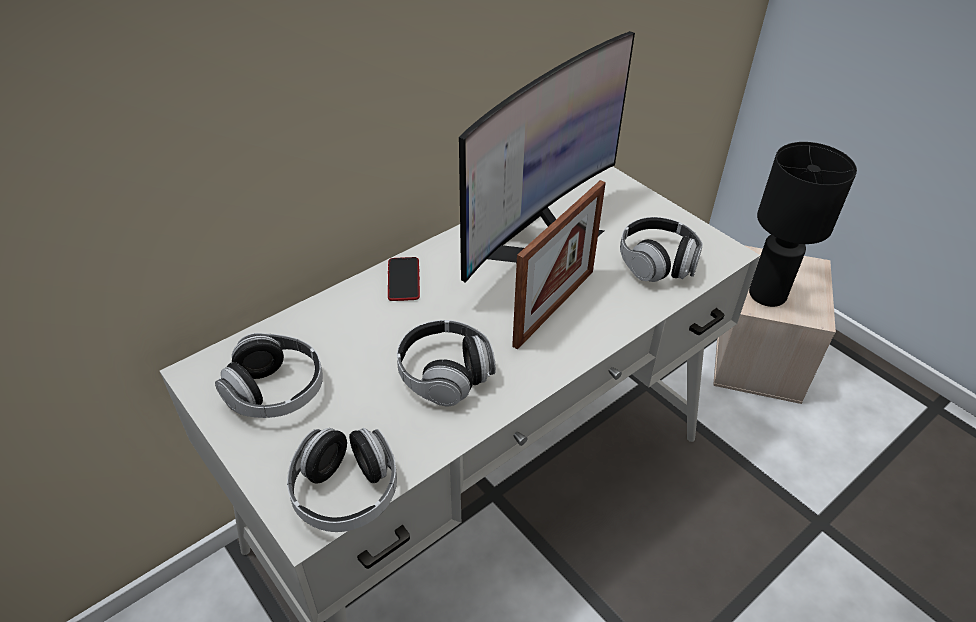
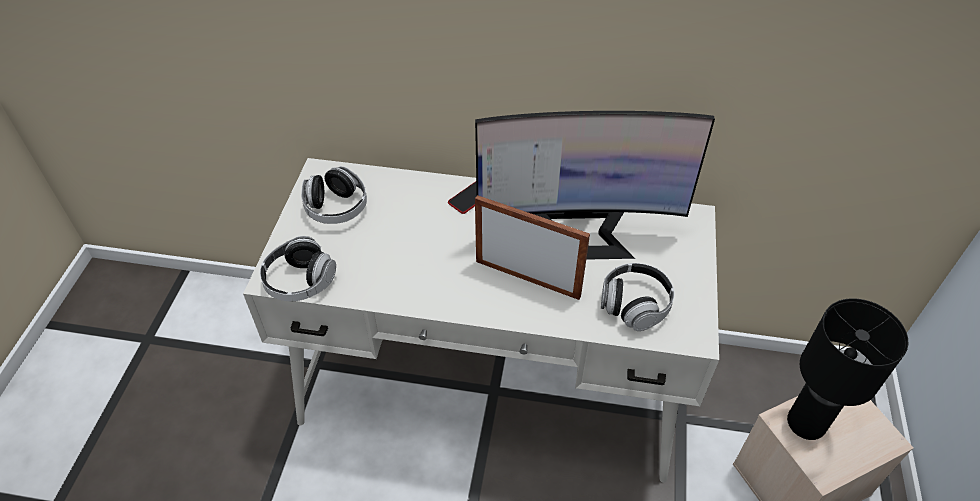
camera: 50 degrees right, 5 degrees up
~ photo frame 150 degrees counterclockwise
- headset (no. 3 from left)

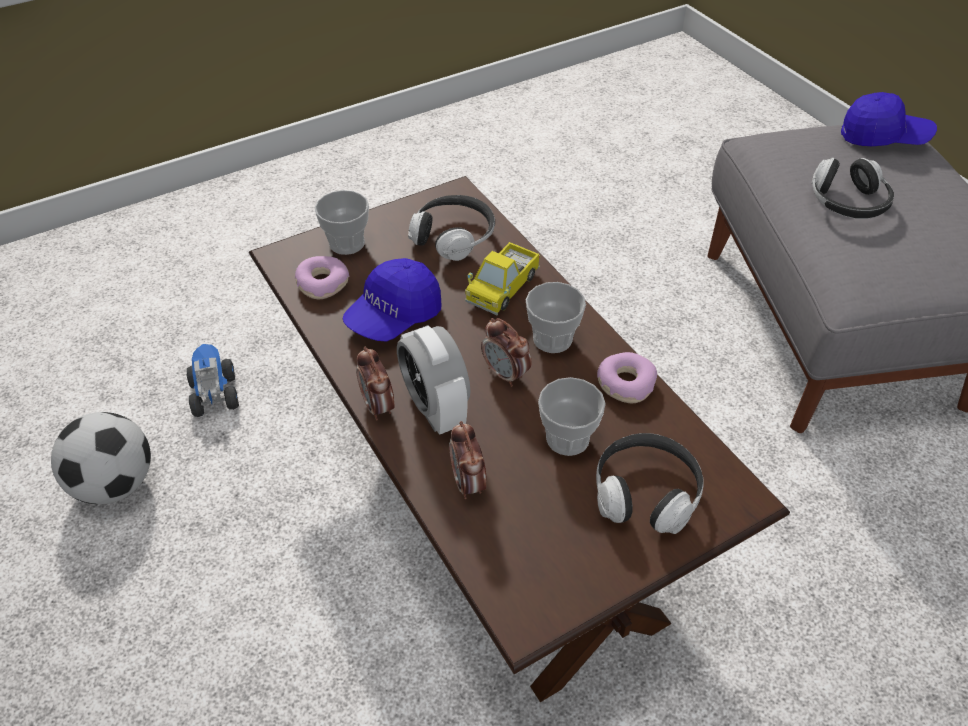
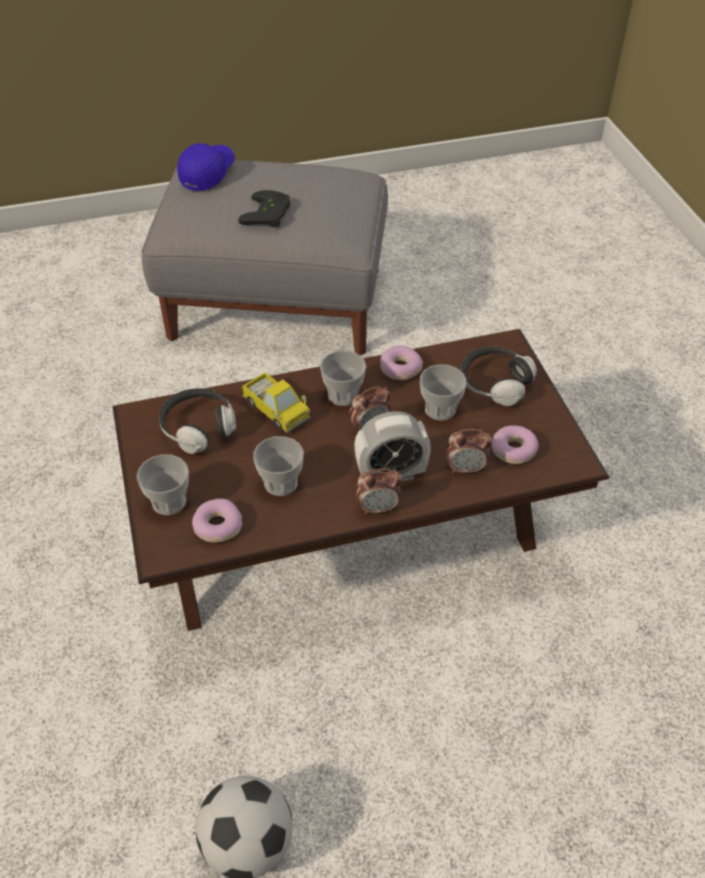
camera: 75 degrees left, 0 degrees up
~ headset (no. 3 from left) to blackish joypad
~ bluish baseball cap (no. 1 from left) to small cup (no. 2 from left)
+ doughnut (no. 3 from left)
- toy truck (no. 1 from left)

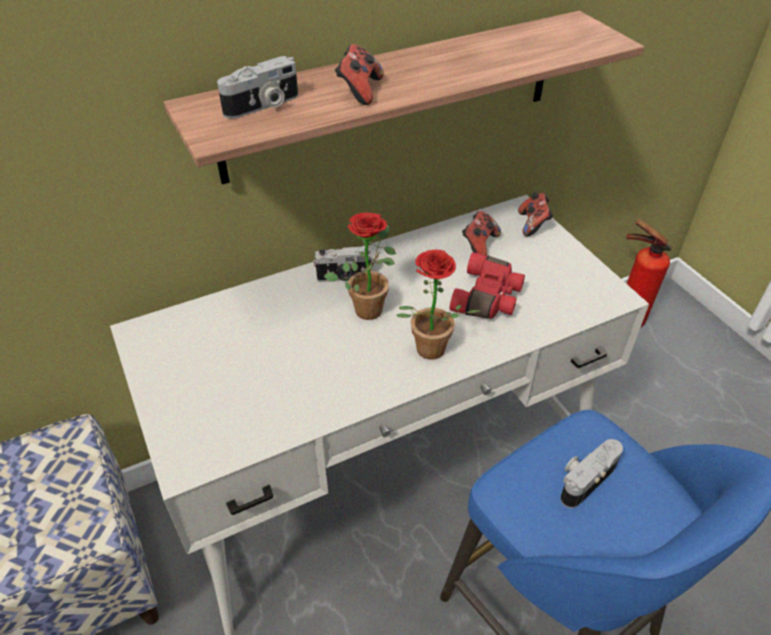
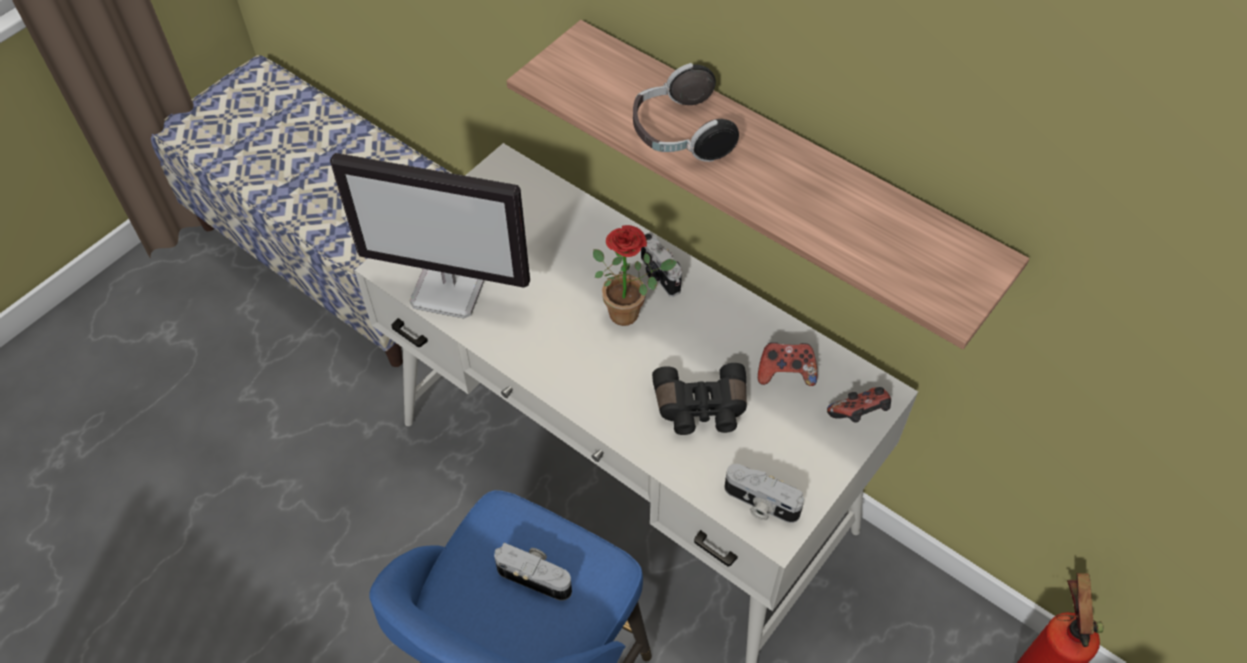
camera: 65 degrees right, 10 degrees up
+ computer screen
~ joypad (no. 1 from left) to headset
~ red-coloured field glasses to blackish field glasses
~ still camera (no. 1 from left in the first image) to still camera (no. 3 from left)
- houseplant (no. 2 from left)

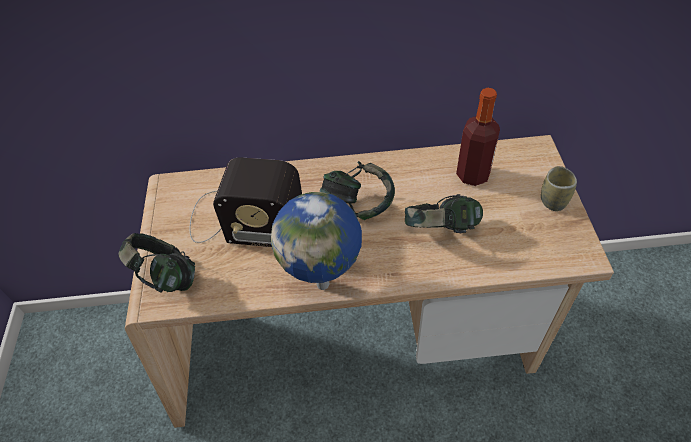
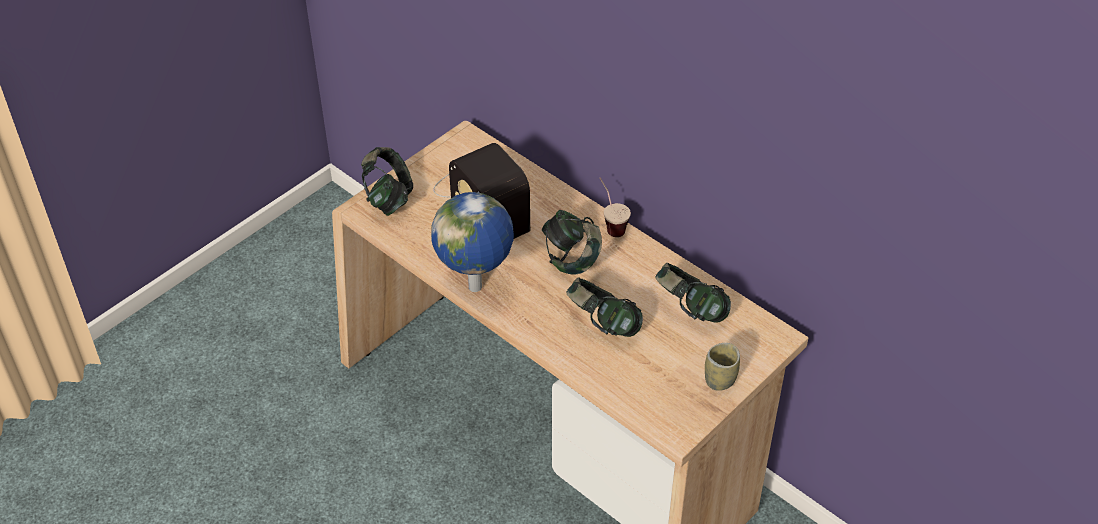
camera: 45 degrees right, 5 degrees down
+ small cup (no. 1 from left)
~ bottle to headset (no. 4 from left)

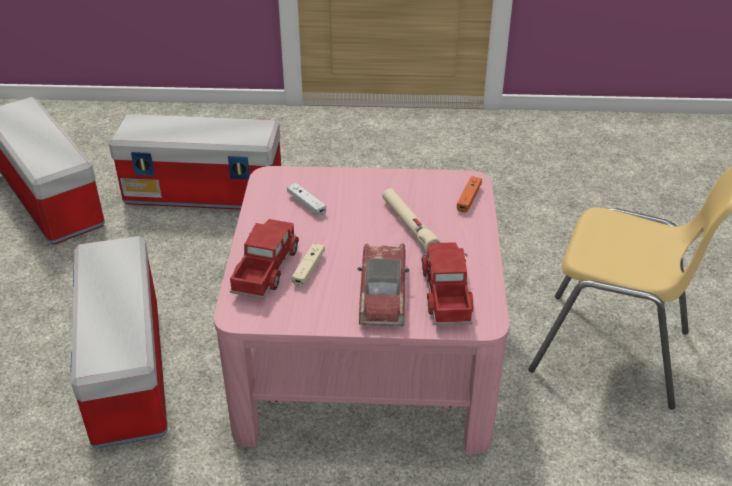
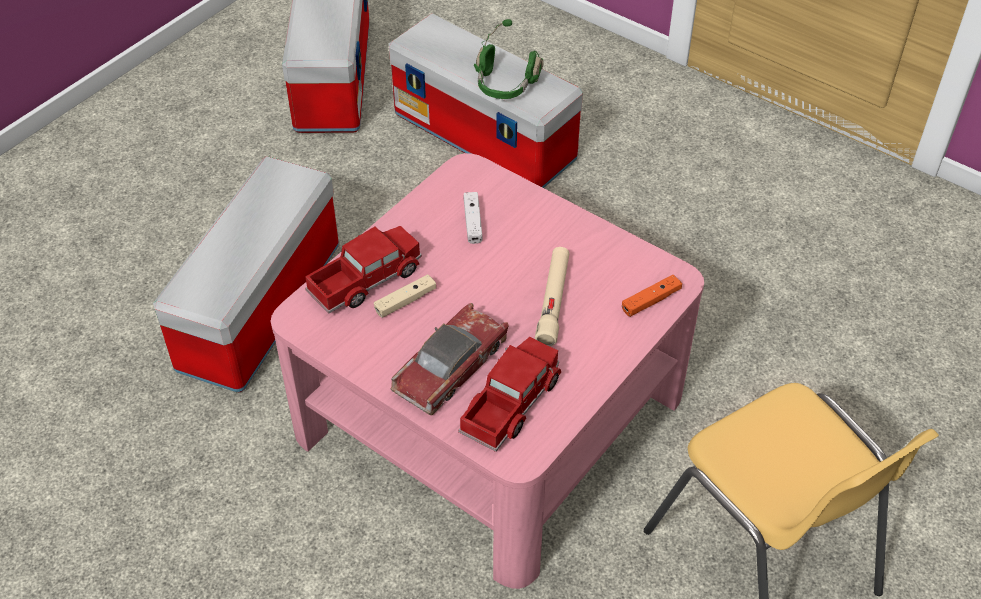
camera: 35 degrees right, 10 degrees up
+ green-coloured headset

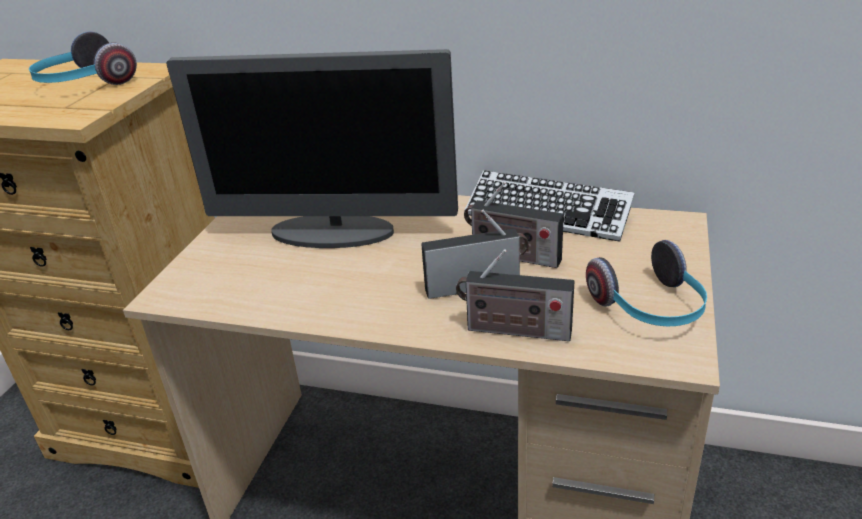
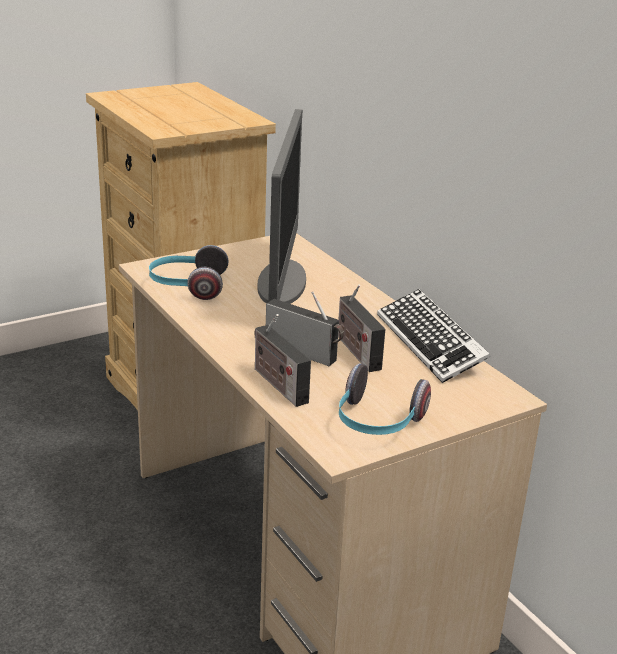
camera: 40 degrees right, 5 degrees down
~ headset (no. 1 from left)
~ computer screen 135 degrees counterclockwise

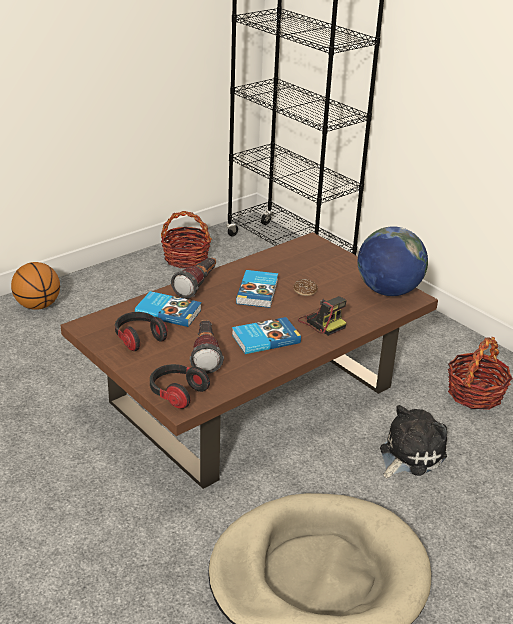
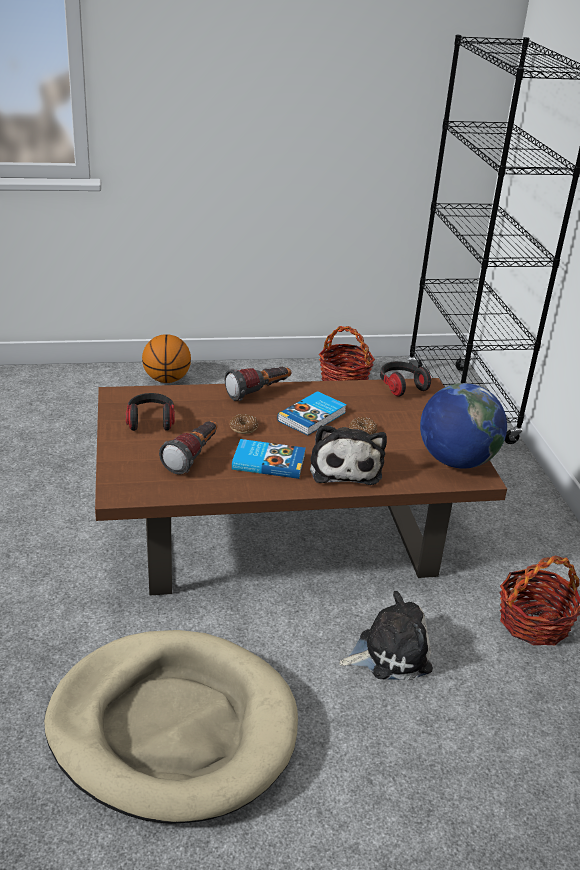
camera: 30 degrees right, 0 degrees up
+ doughnut (no. 1 from left)
~ still camera to plush toy (no. 1 from left)
~ headset (no. 2 from left)
- book (no. 1 from left)

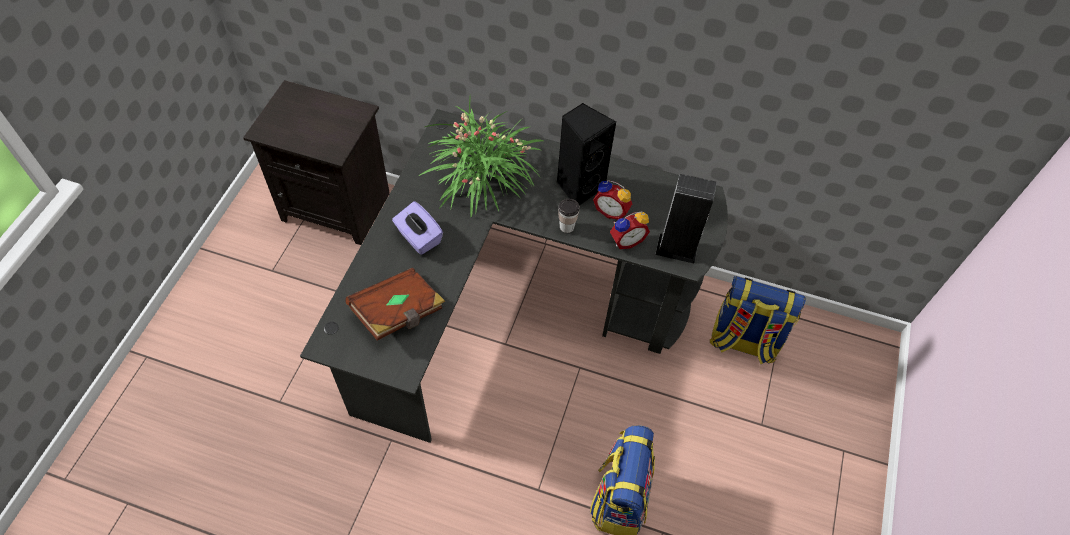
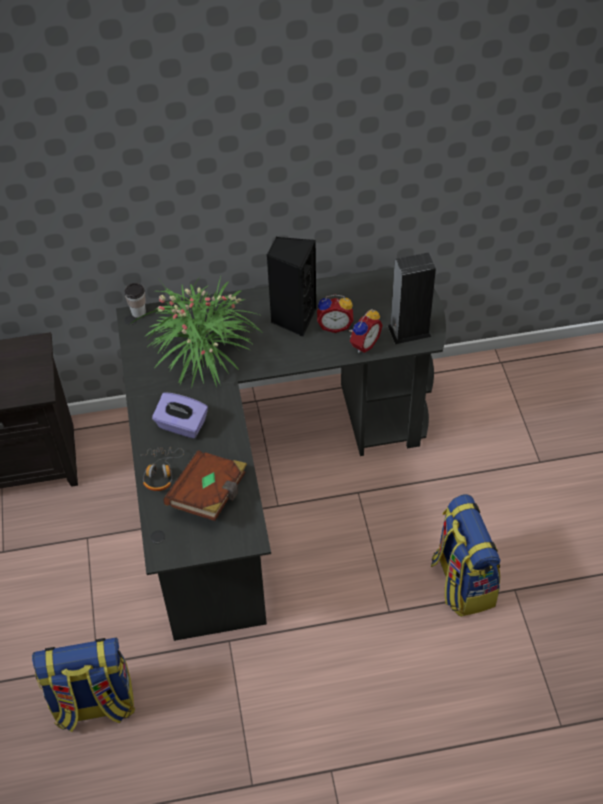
camera: 25 degrees left, 5 degrees down
~ rucksack (no. 2 from left in the first image) to rucksack (no. 1 from left)
~ small cup
+ headset

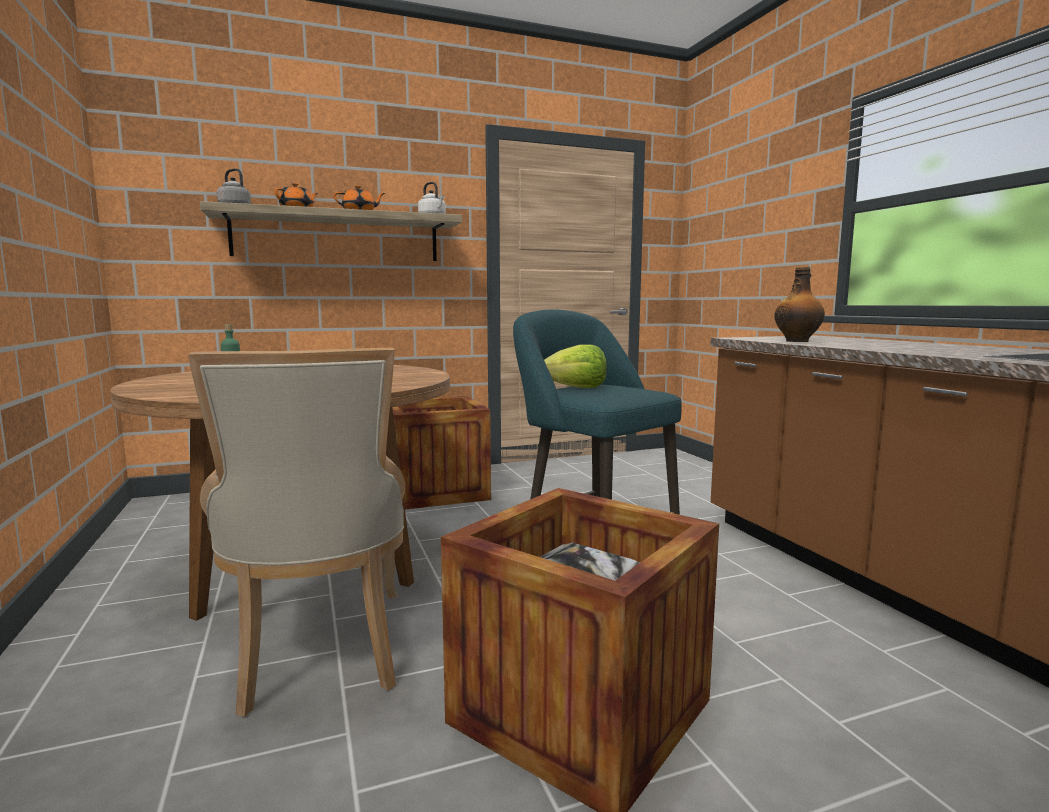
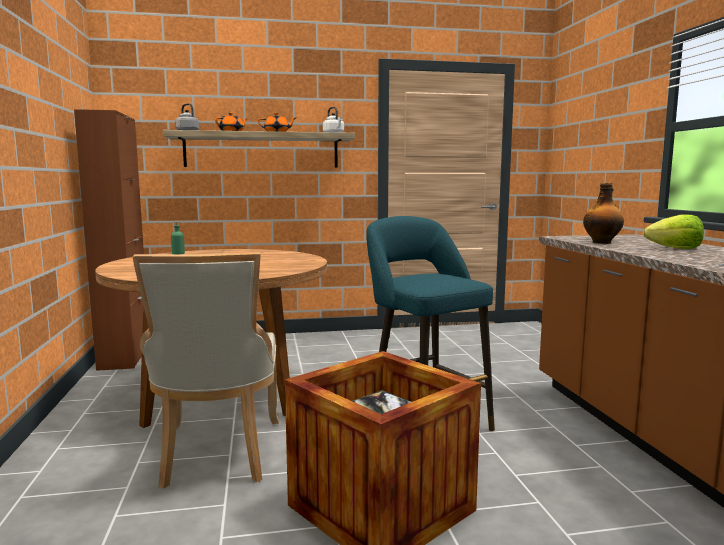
camera: 10 degrees right, 0 degrees up
+ brown cabinet
~ lettuce head
- shipping crate (no. 1 from left)

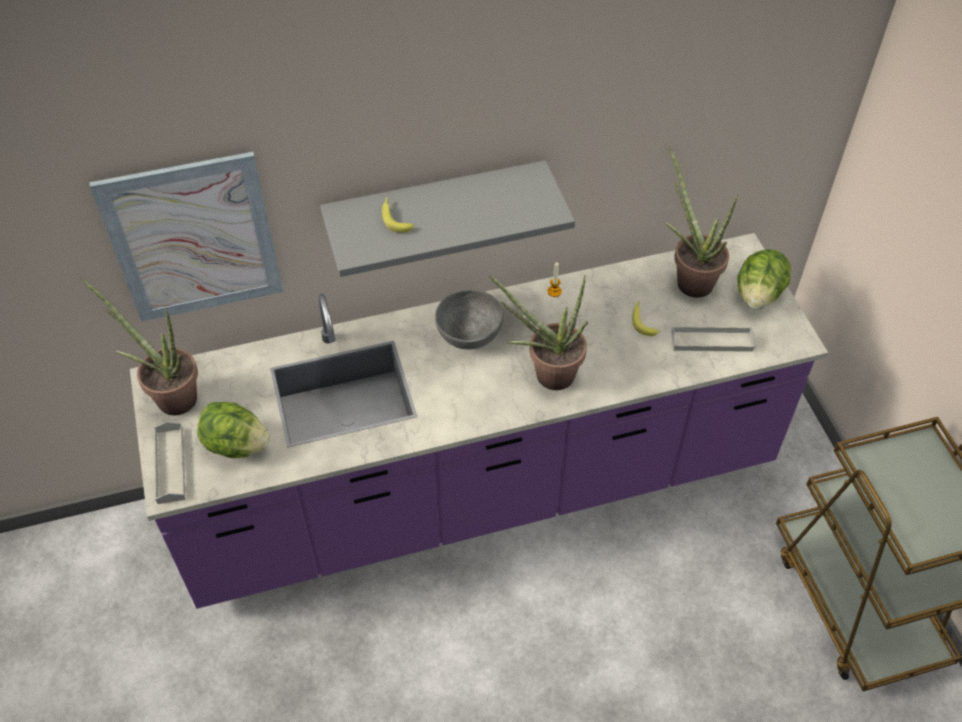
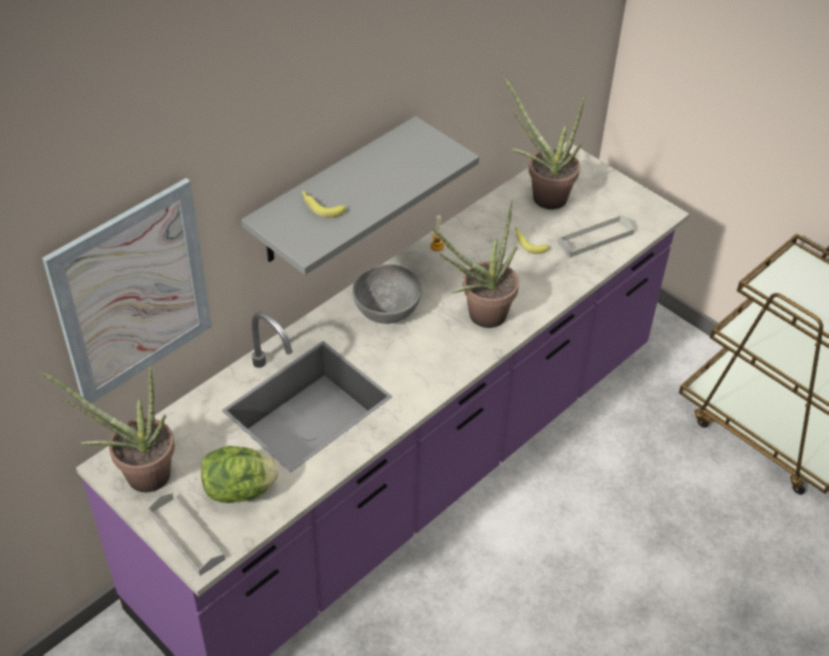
camera: 30 degrees left, 5 degrees down
- lettuce head (no. 2 from left)

